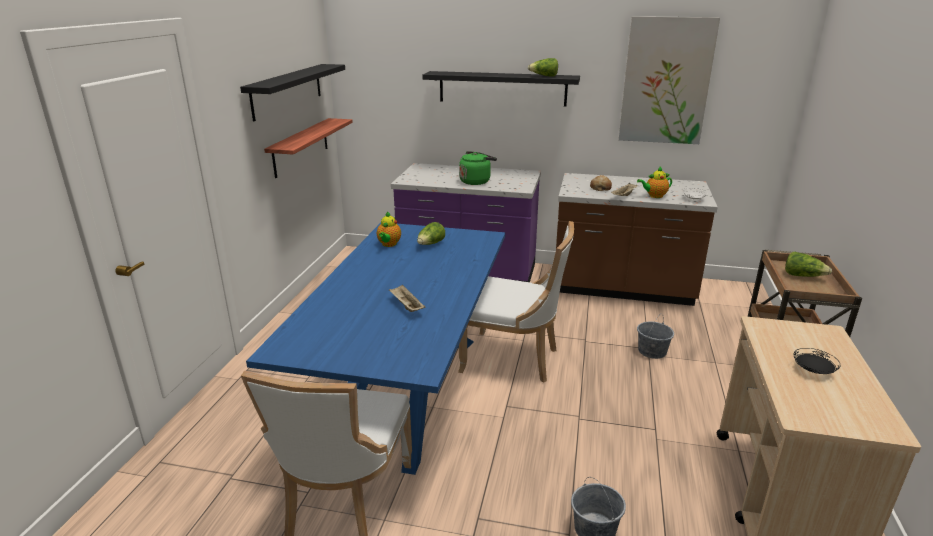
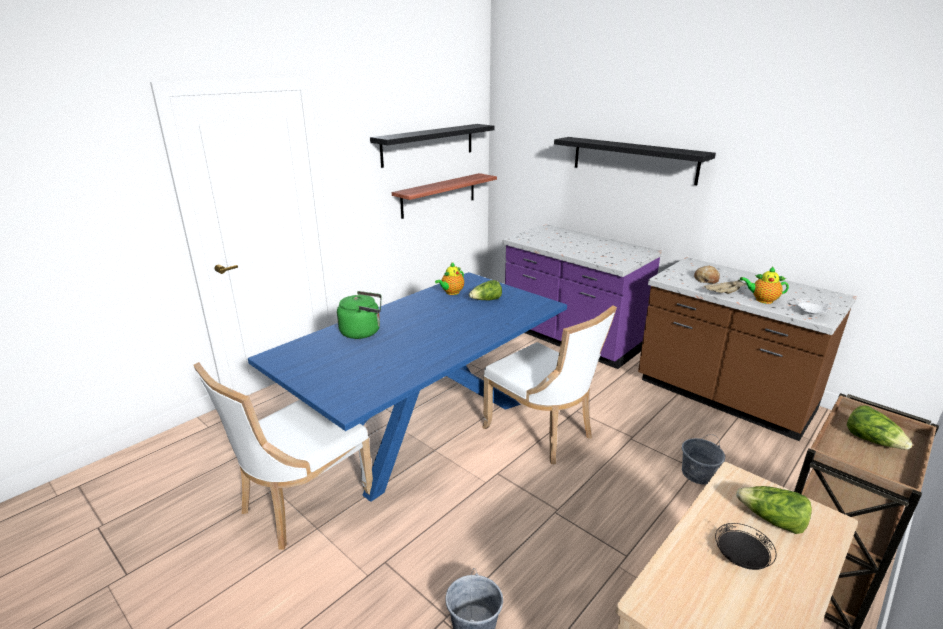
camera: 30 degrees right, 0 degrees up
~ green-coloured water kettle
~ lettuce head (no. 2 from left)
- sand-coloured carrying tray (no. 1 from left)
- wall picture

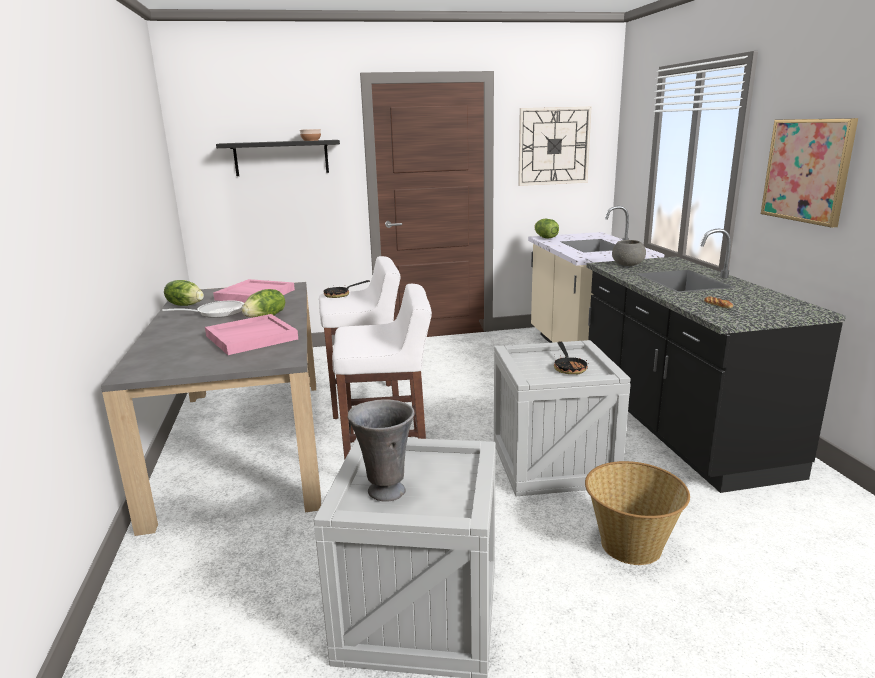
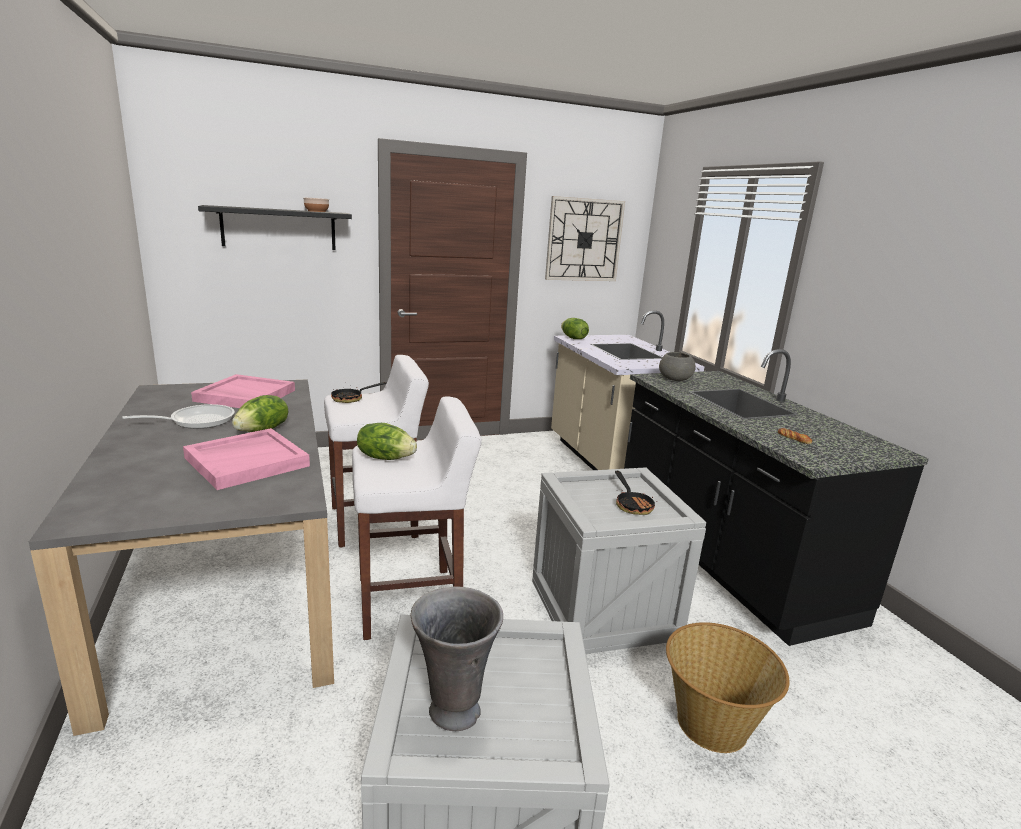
camera: 10 degrees left, 0 degrees up
~ lettuce head (no. 1 from left in the first image) to lettuce head (no. 2 from left)
- wall picture

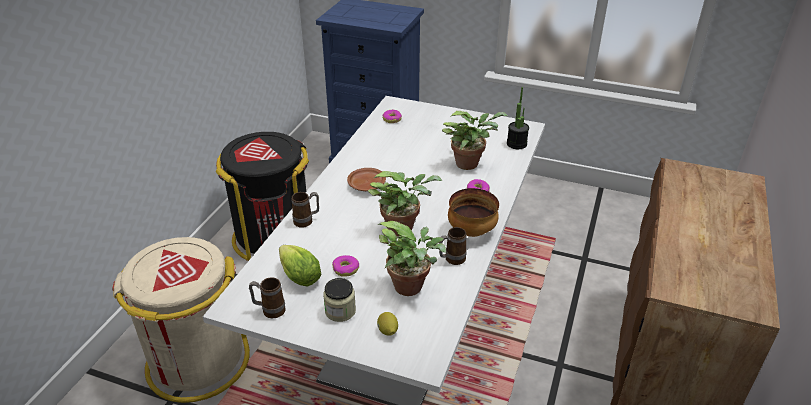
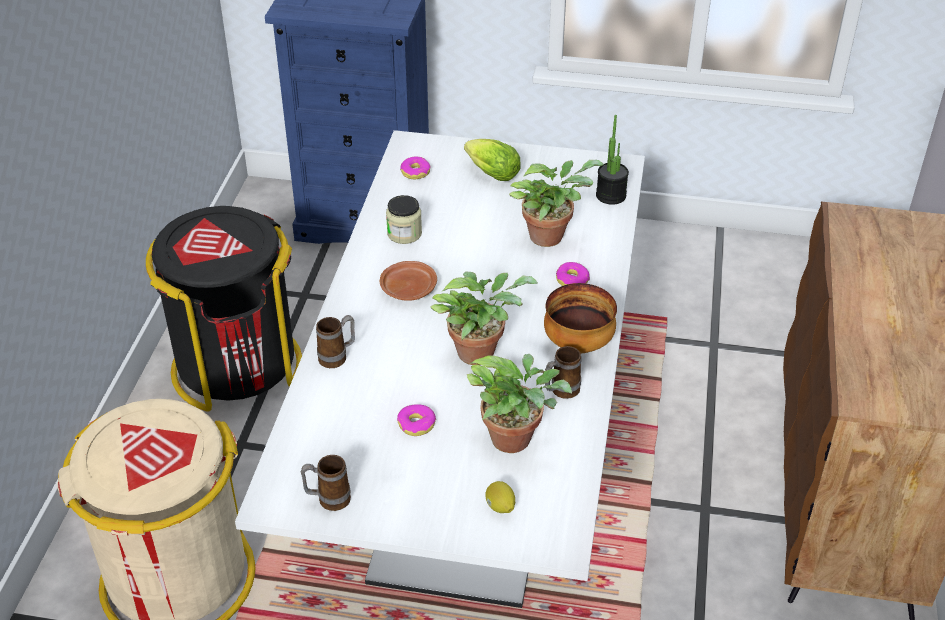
camera: 10 degrees left, 5 degrees up
~ jar
~ lettuce head

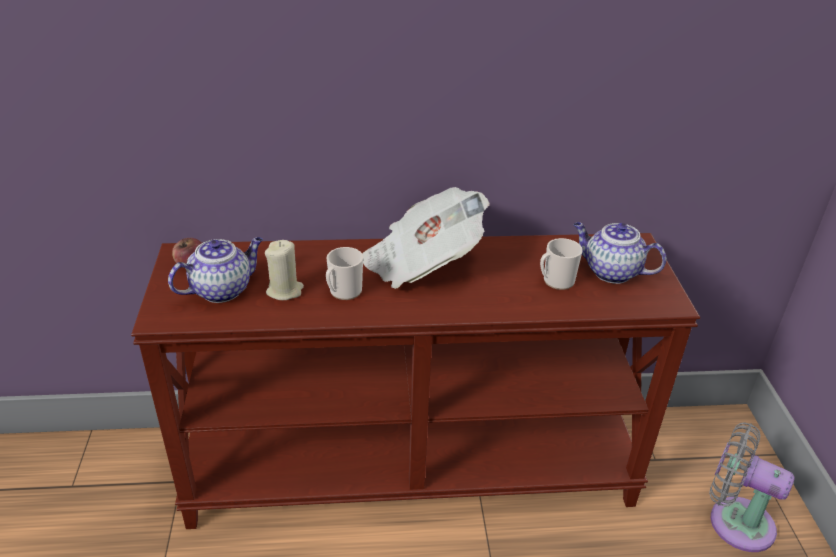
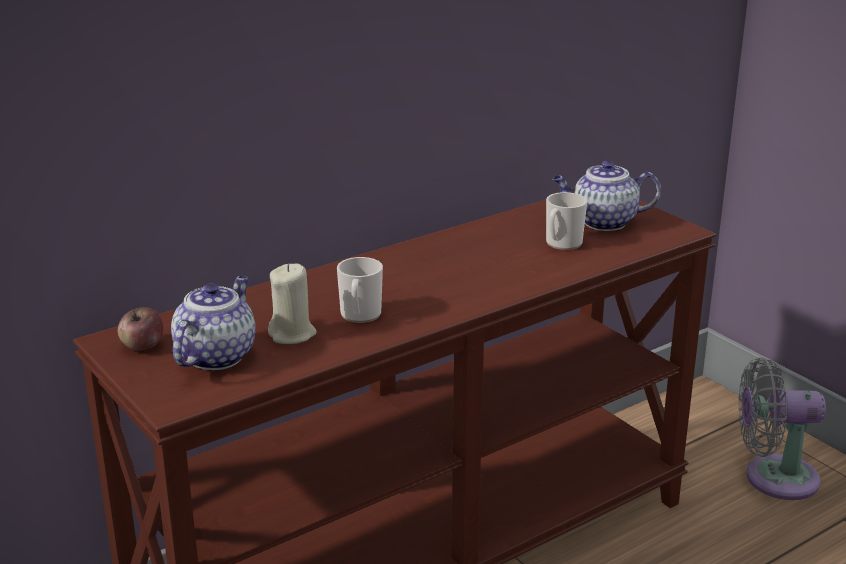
camera: 30 degrees left, 10 degrees down
- printed paper

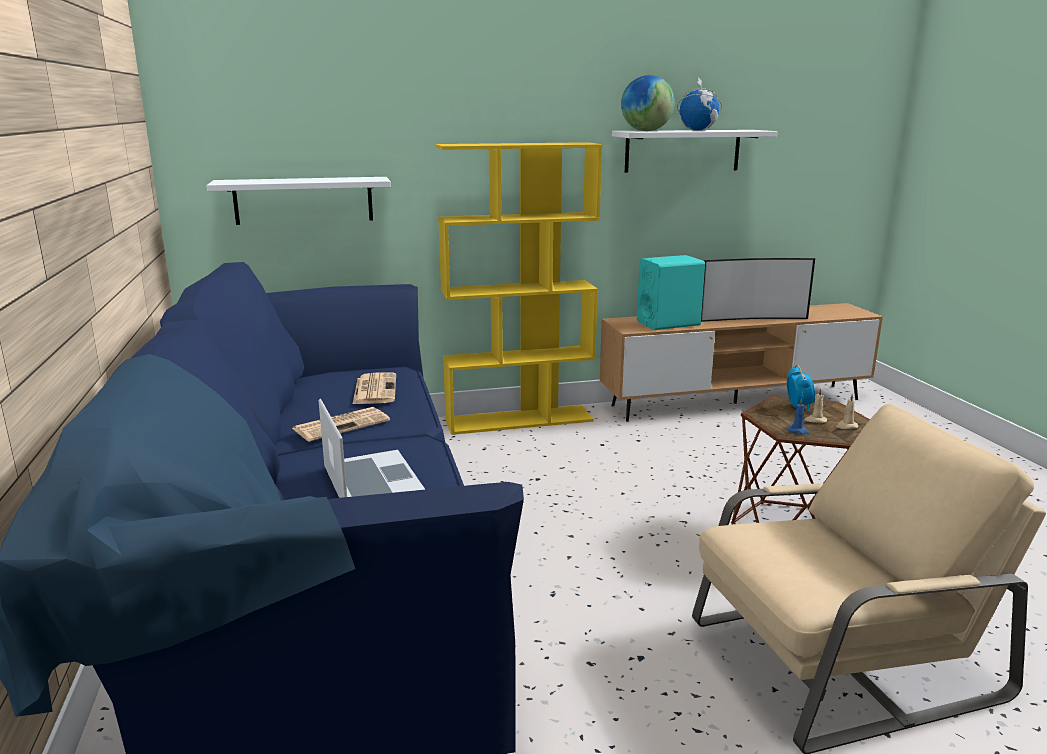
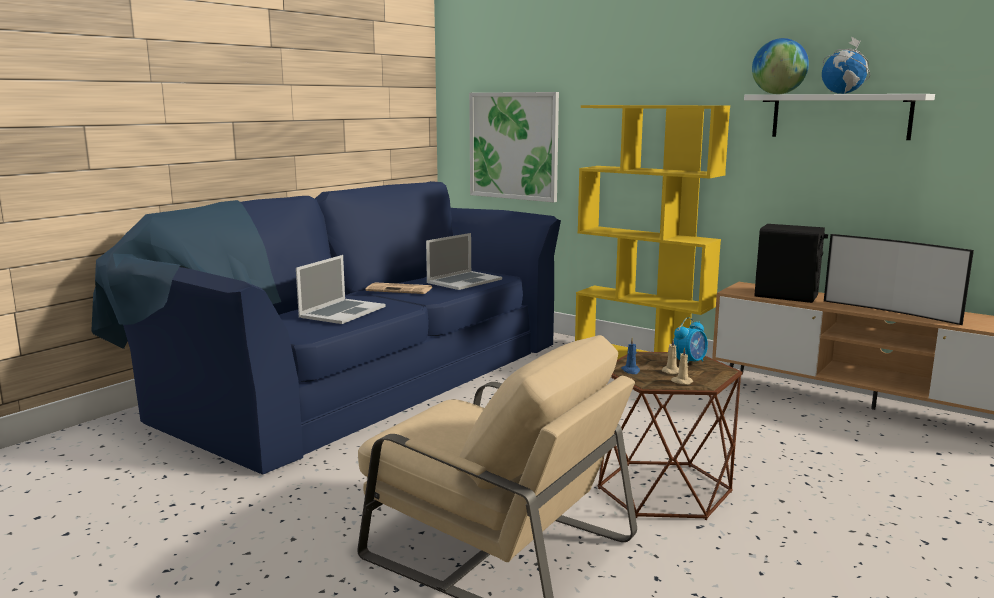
camera: 50 degrees right, 5 degrees down
~ printed paper (no. 2 from left) to portable computer (no. 2 from left)
~ whitish wall shelf (no. 1 from left) to wall picture
~ turquoise-coloured loudspeaker to blackish loudspeaker

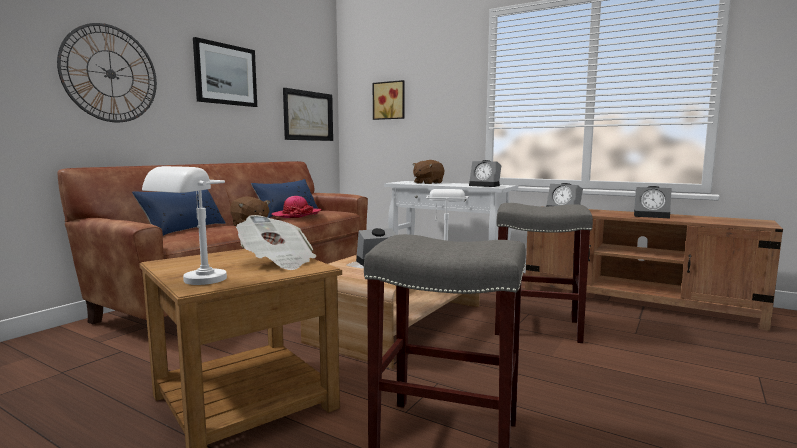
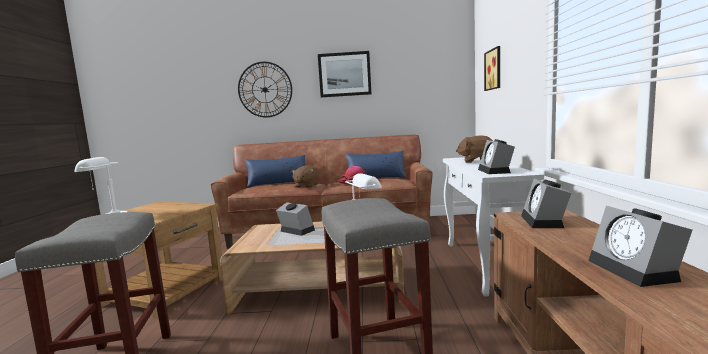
camera: 60 degrees right, 0 degrees up
- printed paper
- wall picture (no. 2 from left)

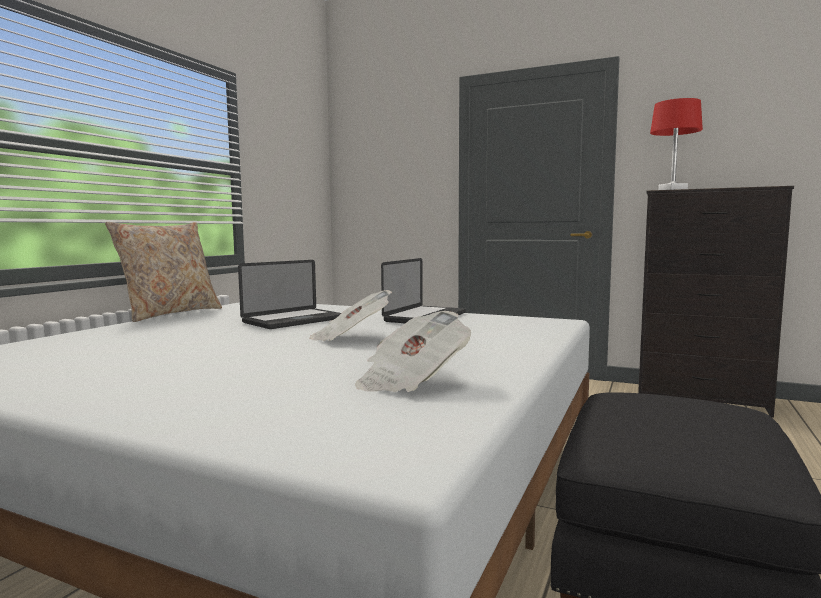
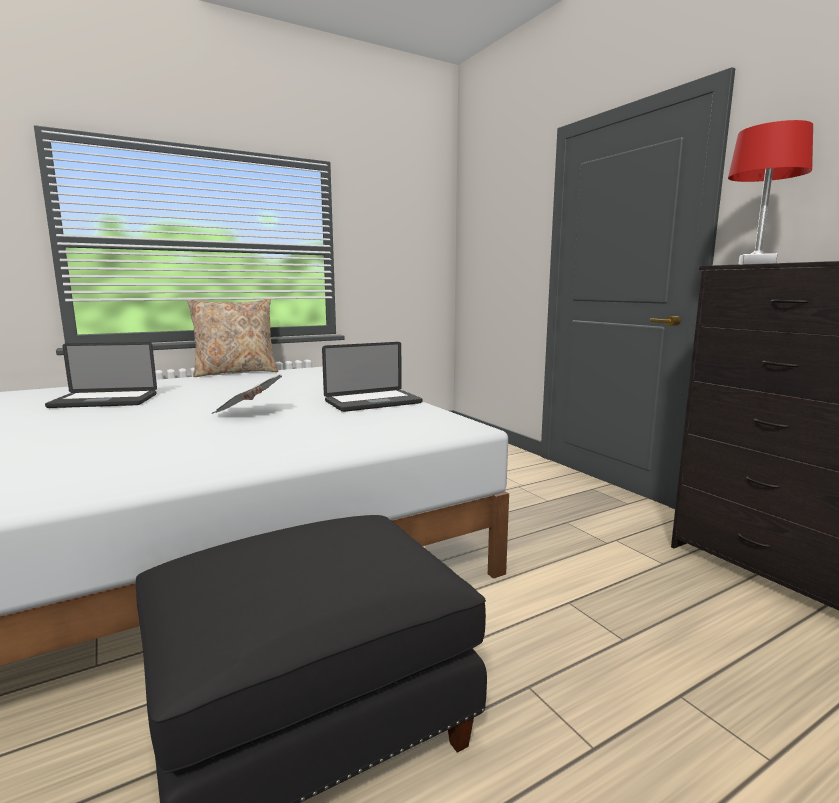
camera: 35 degrees right, 5 degrees up
~ portable computer (no. 1 from left)
- printed paper (no. 2 from left)

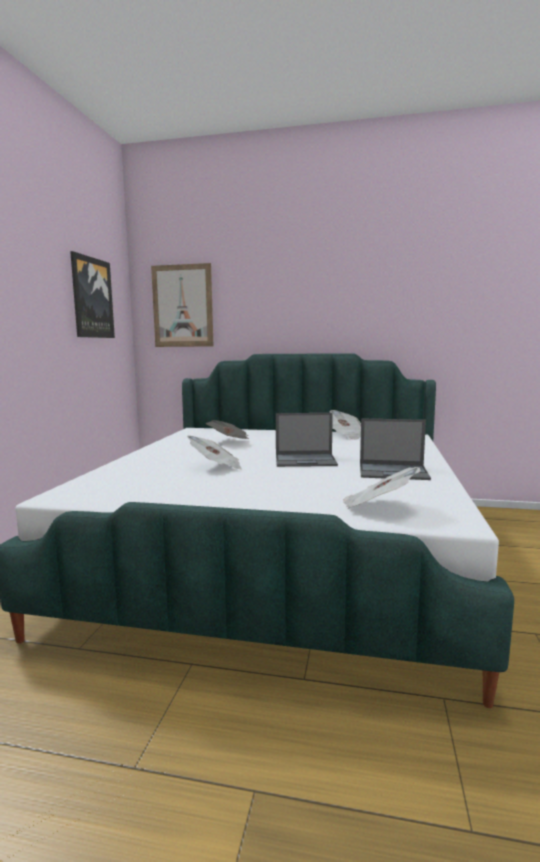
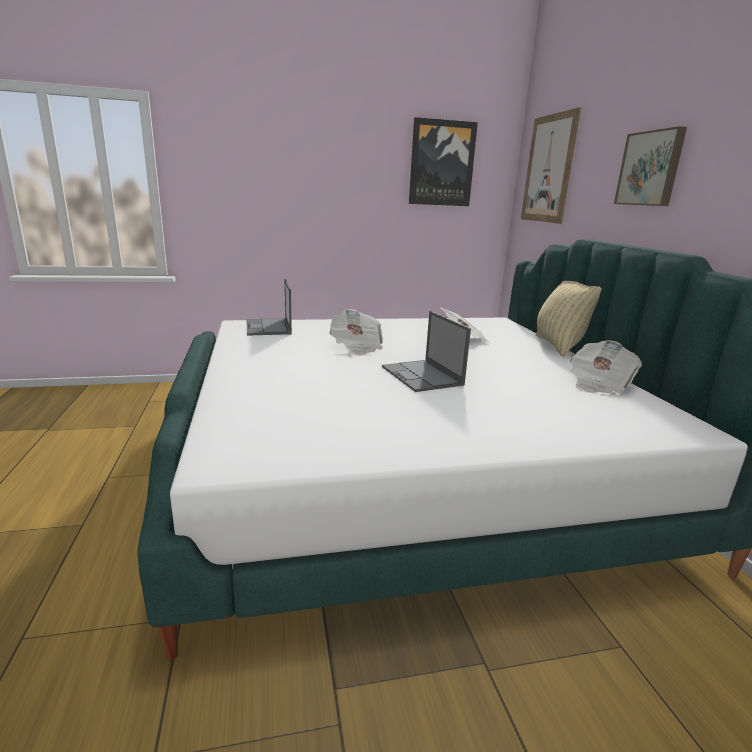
camera: 65 degrees right, 10 degrees up
~ portable computer (no. 2 from left in the first image) to portable computer (no. 1 from left)
+ sand-coloured throw pillow
+ wall picture (no. 3 from left)
- printed paper (no. 4 from left)

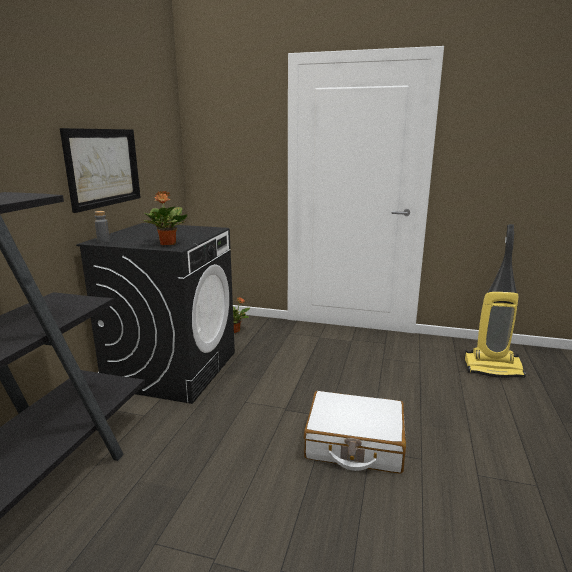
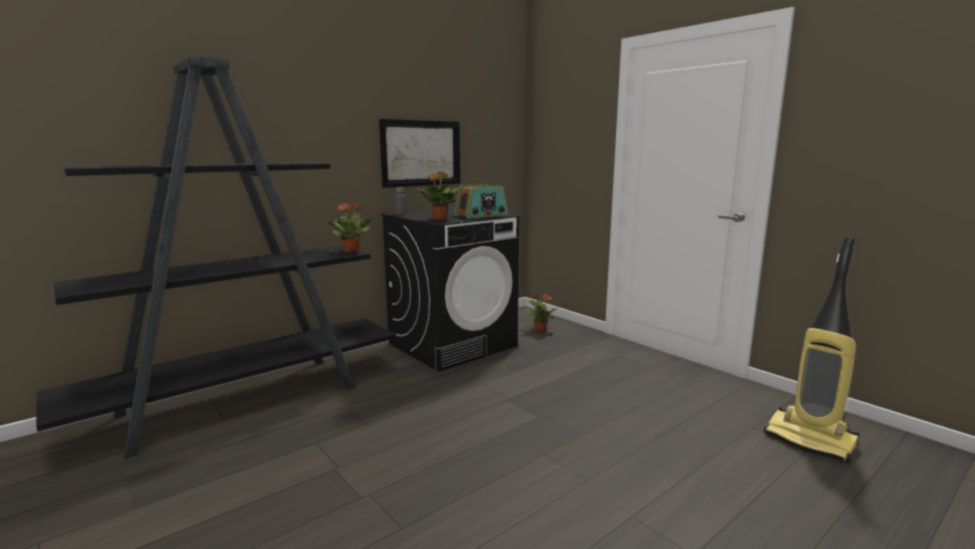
camera: 35 degrees right, 5 degrees down
+ houseplant (no. 1 from left)
+ radio receiver
- whitish travel case

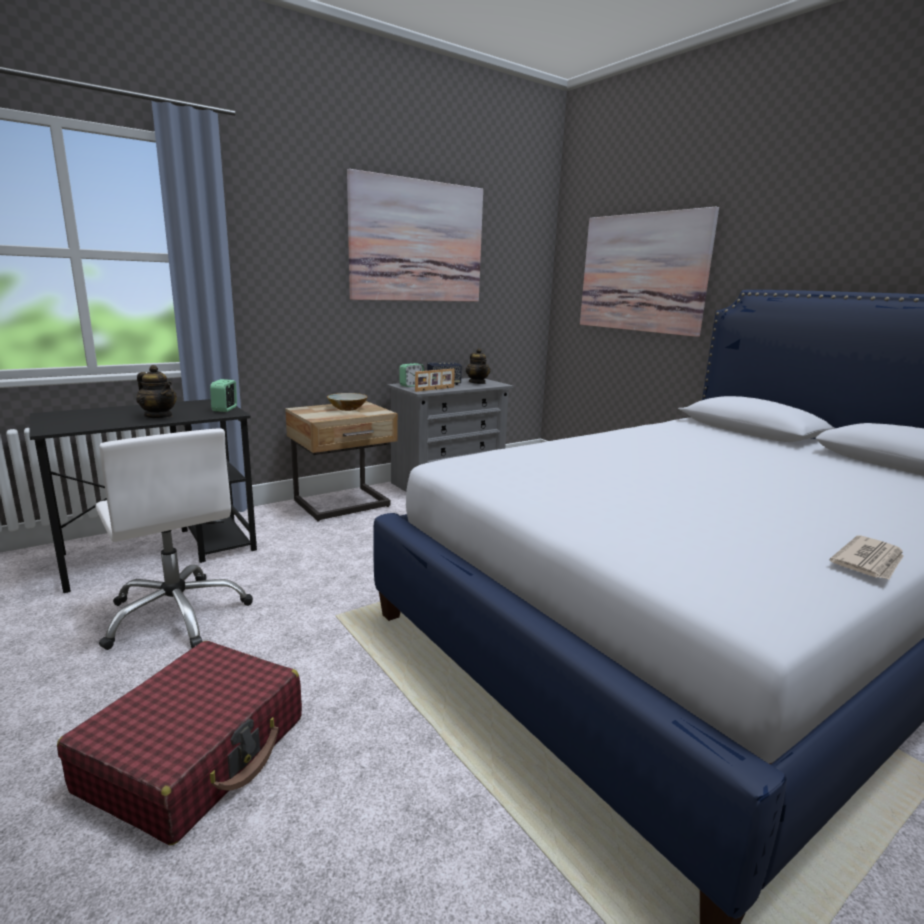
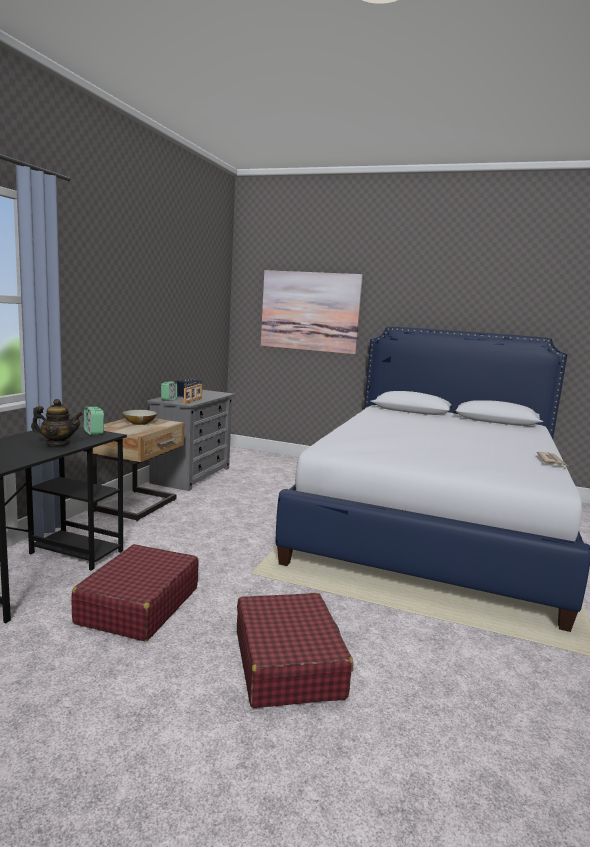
camera: 35 degrees left, 5 degrees down
~ whitish desk chair to red-coloured travel case (no. 1 from left)
- wall picture (no. 1 from left)
- teapot (no. 2 from left)

